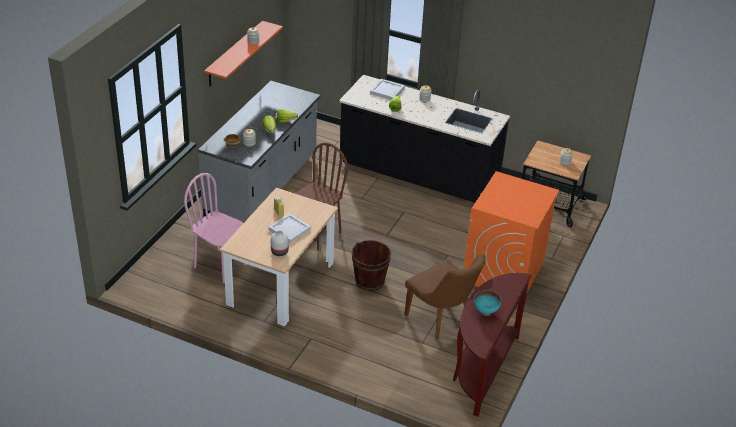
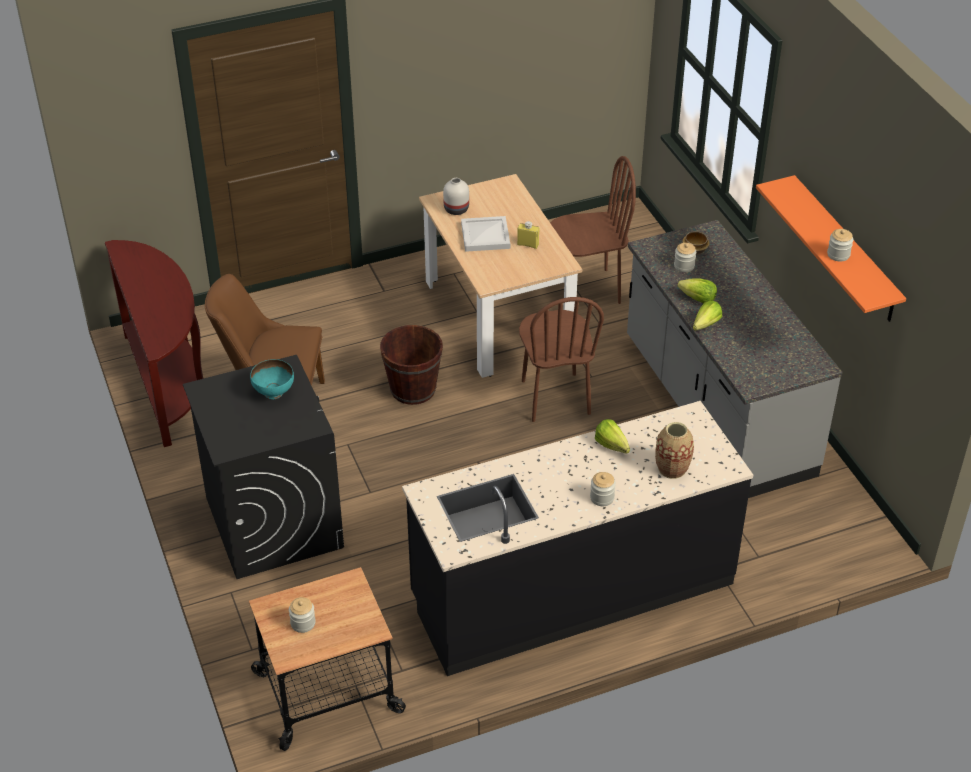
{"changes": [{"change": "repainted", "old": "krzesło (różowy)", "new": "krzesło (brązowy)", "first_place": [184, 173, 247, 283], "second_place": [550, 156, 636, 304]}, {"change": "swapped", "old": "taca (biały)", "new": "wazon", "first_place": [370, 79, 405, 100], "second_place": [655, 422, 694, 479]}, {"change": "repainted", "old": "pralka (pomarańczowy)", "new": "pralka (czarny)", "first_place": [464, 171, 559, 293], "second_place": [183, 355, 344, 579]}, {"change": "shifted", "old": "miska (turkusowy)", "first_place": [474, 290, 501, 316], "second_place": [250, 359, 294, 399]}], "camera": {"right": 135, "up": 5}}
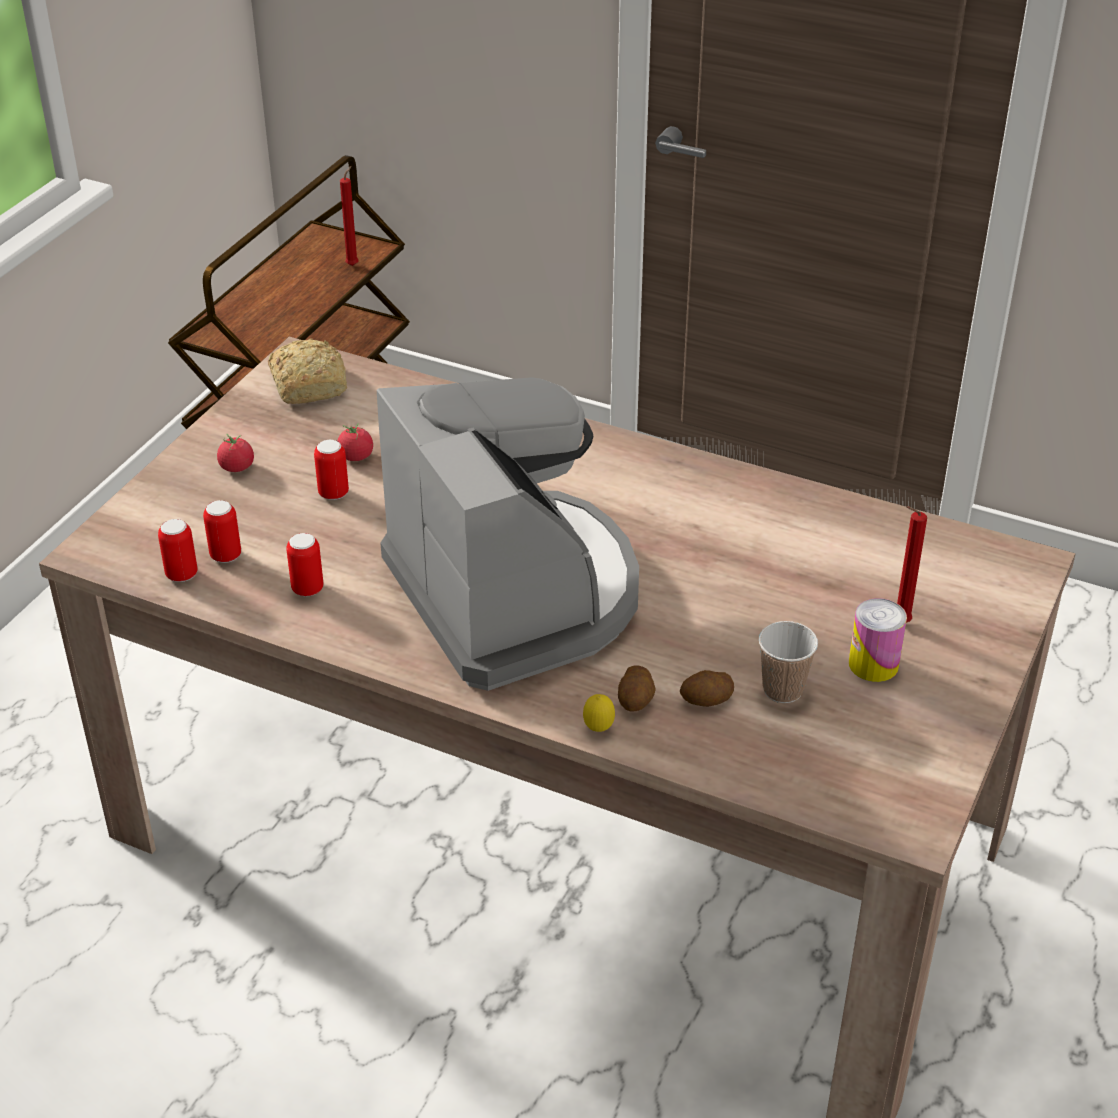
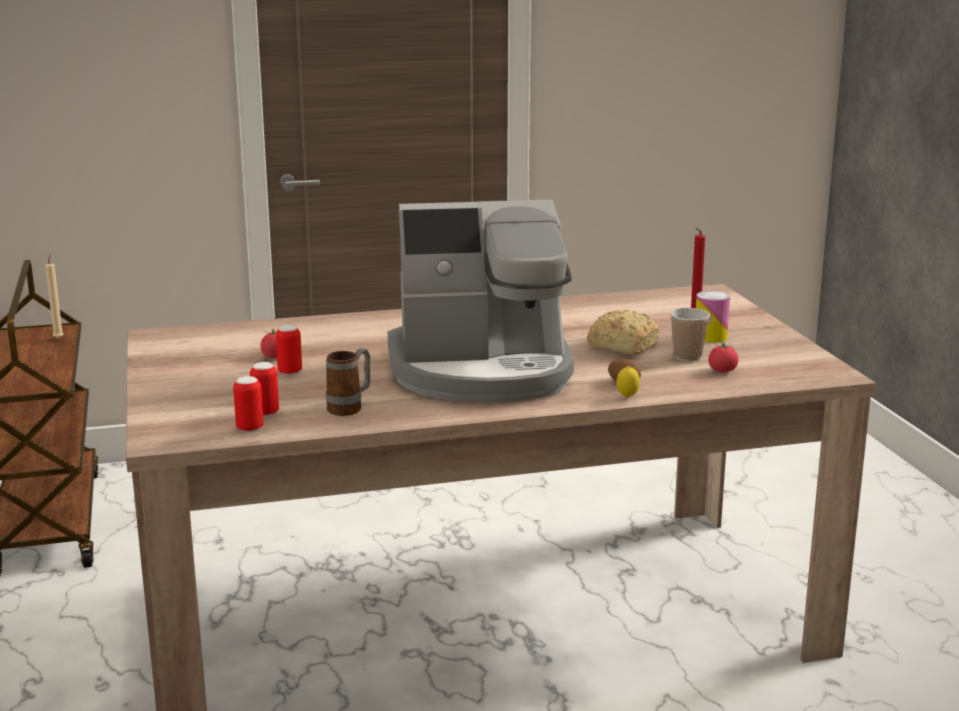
{"changes": [{"change": "shifted", "old": "pomidor", "first_place": [217, 433, 254, 472], "second_place": [708, 341, 738, 372]}, {"change": "shifted", "old": "chleb", "first_place": [268, 338, 347, 404], "second_place": [587, 310, 659, 355]}, {"change": "swapped", "old": "puszka", "new": "kubek", "first_place": [286, 533, 324, 596], "second_place": [326, 348, 370, 416]}, {"change": "repainted", "old": "świeca (czerwony)", "new": "świeca (beżowy)", "first_place": [340, 166, 358, 266], "second_place": [45, 254, 64, 339]}, {"change": "rotated", "old": "ekspres do kawy", "first_place": [377, 377, 639, 691], "second_place": [388, 200, 574, 402], "degrees": 150}, {"change": "gone", "old": "ziemniak", "first_place": [680, 670, 734, 707]}], "camera": {"right": -40, "up": -20}}
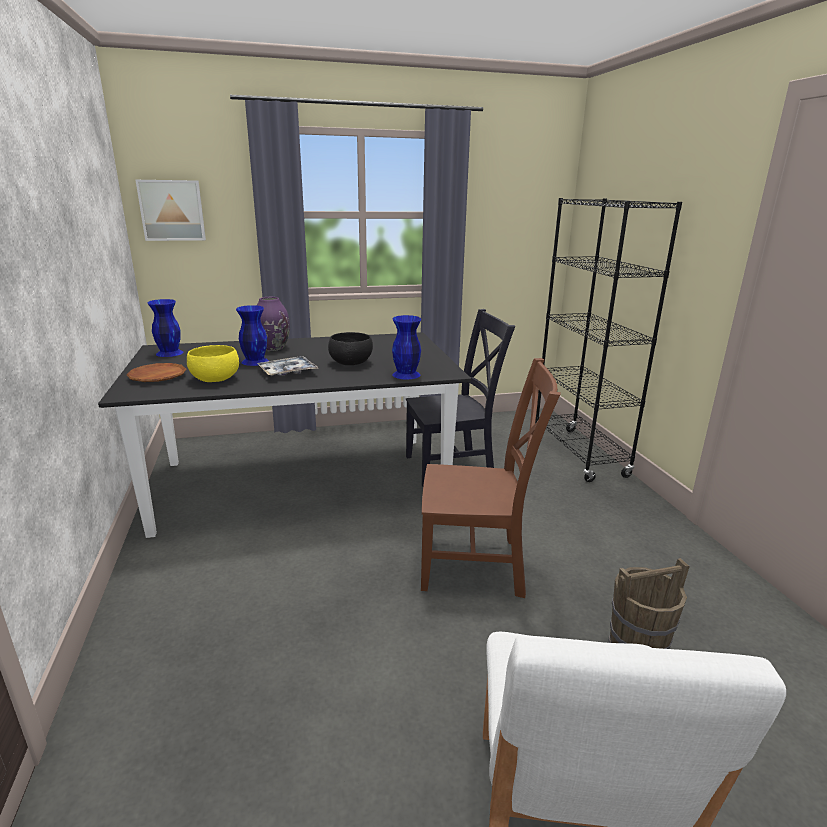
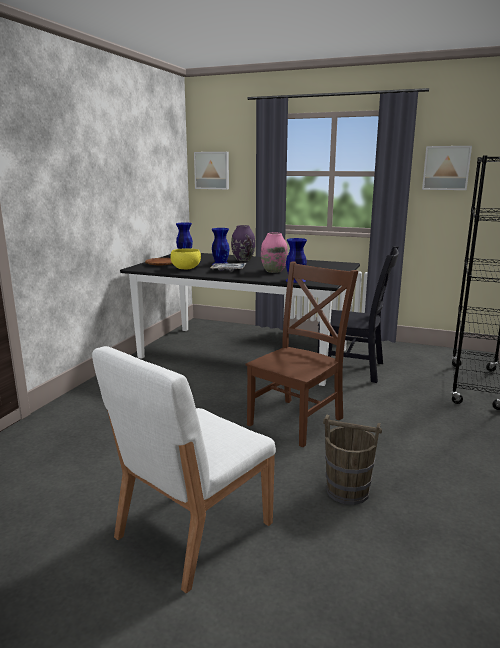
{"changes": [{"change": "swapped", "old": "miska (czarny)", "new": "wazon (różowy)", "first_place": [328, 332, 373, 365], "second_place": [261, 233, 288, 273]}, {"change": "rotated", "old": "krzesło (brązowy)", "first_place": [421, 358, 561, 598], "second_place": [246, 261, 358, 447], "degrees": -90}, {"change": "new", "new": "obraz", "second_place": [422, 146, 472, 190]}], "camera": {"right": 35, "up": -5}}
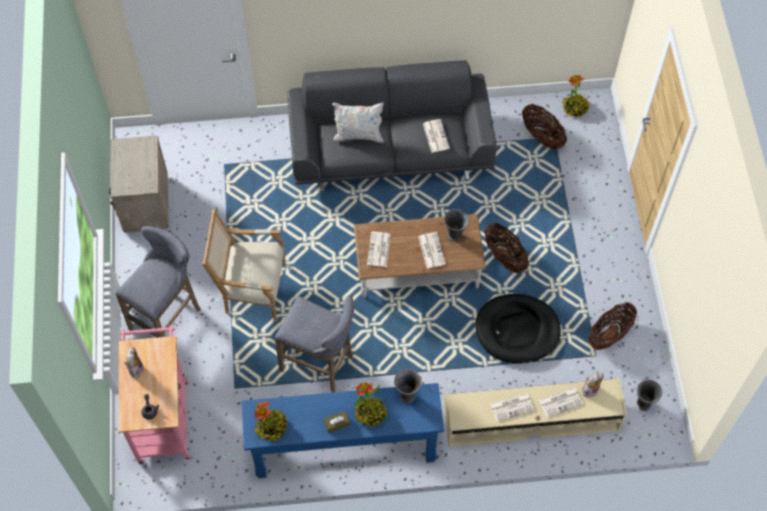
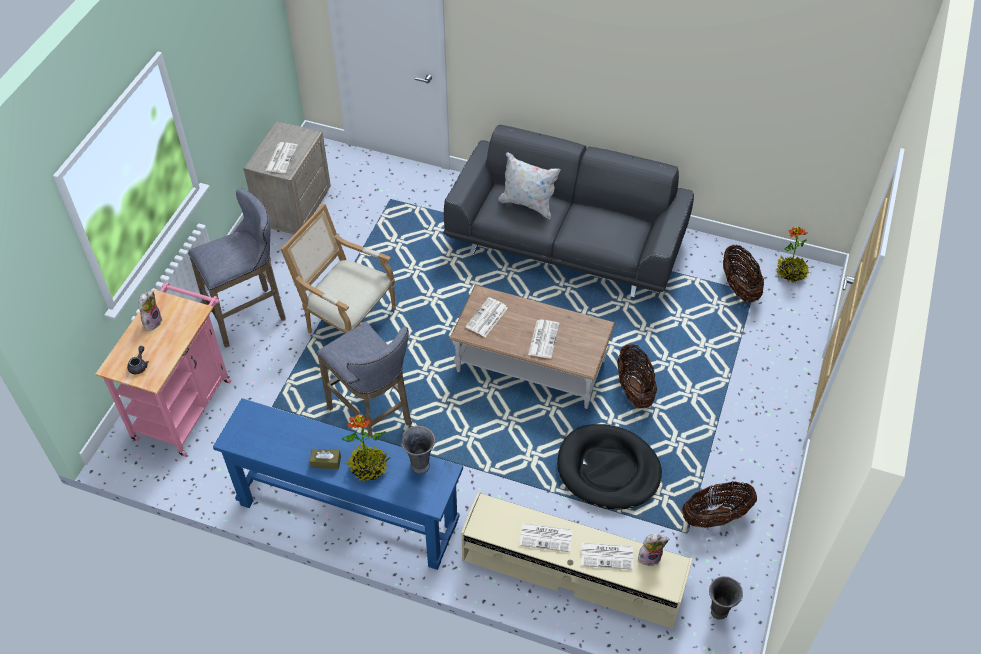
{"changes": [{"change": "gone", "old": "roślina doniczkowa", "first_place": [254, 401, 288, 442]}, {"change": "shifted", "old": "gazeta", "first_place": [423, 119, 450, 153], "second_place": [266, 142, 298, 173]}, {"change": "gone", "old": "wazon (szary)", "first_place": [444, 209, 469, 242]}], "camera": {"right": 25, "up": -10}}
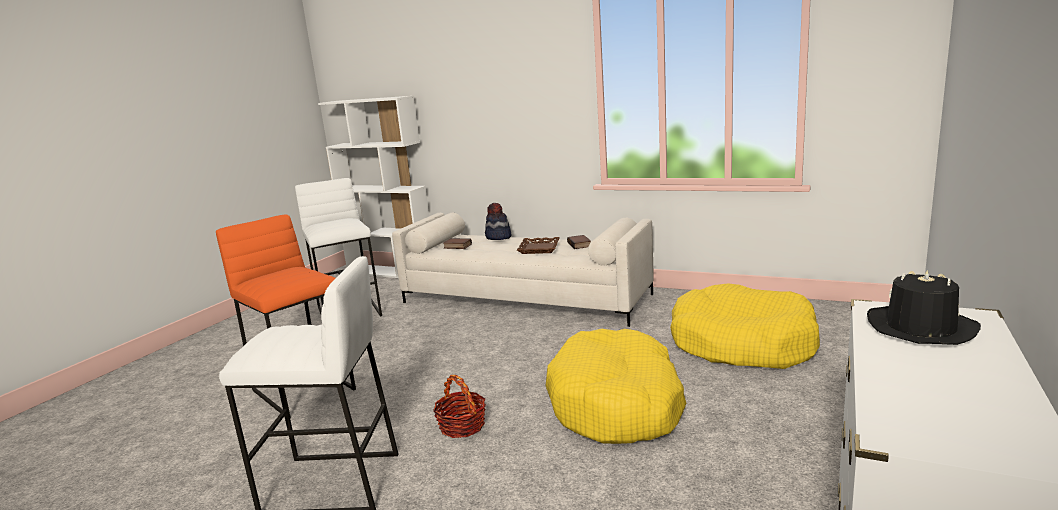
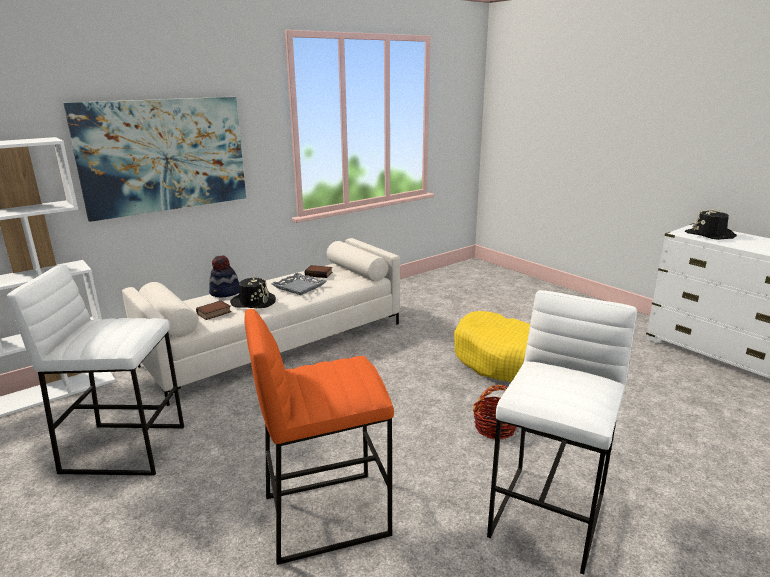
{"changes": [{"change": "repainted", "old": "taca (brązowy)", "new": "taca (szary)", "first_place": [517, 237, 560, 254], "second_place": [271, 273, 326, 295]}, {"change": "gone", "old": "legowisko (żółty)", "first_place": [670, 283, 820, 369]}, {"change": "new", "new": "obraz", "second_place": [63, 97, 246, 222]}, {"change": "new", "new": "kapelusz (czarny)", "second_place": [230, 276, 276, 308]}], "camera": {"right": -65, "up": 5}}
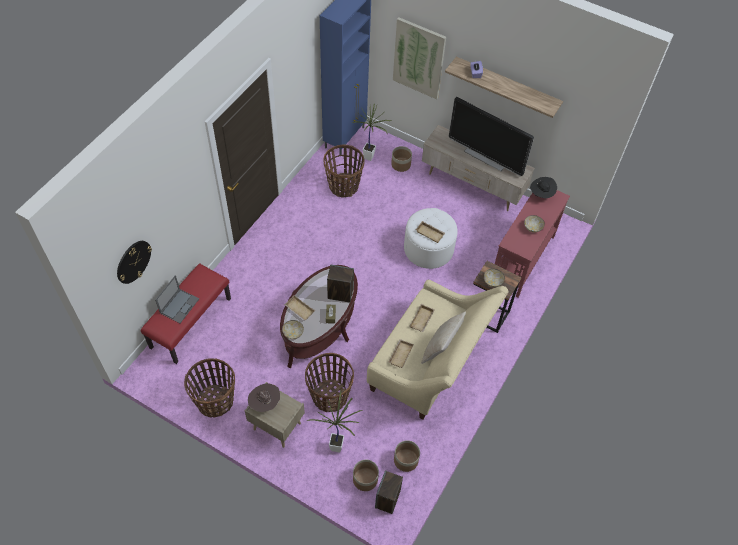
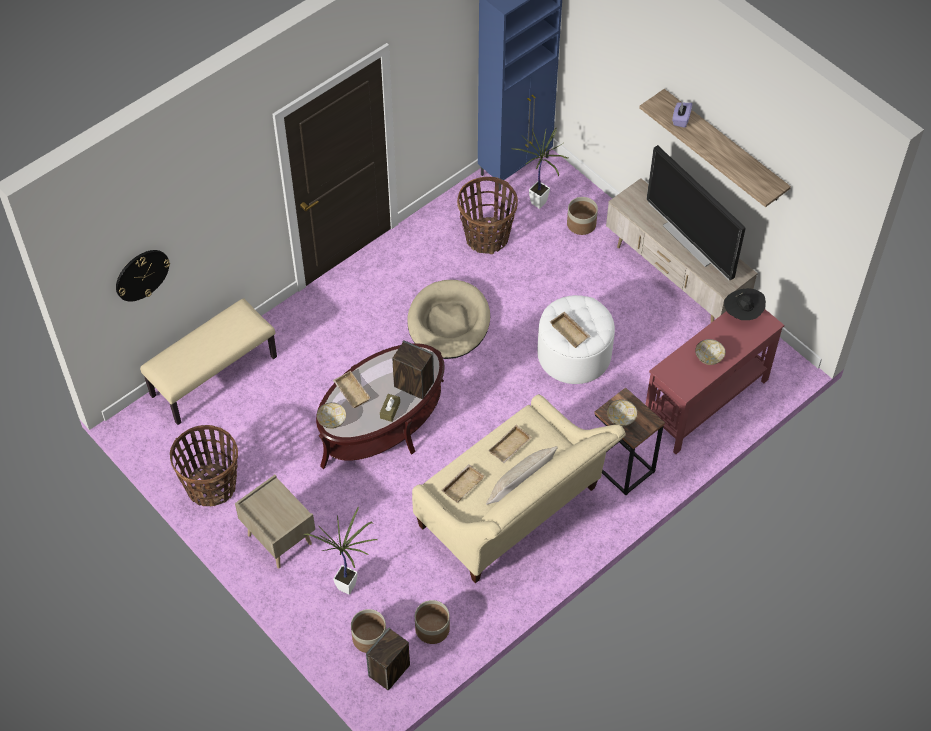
{"changes": [{"change": "repainted", "old": "ławka (czerwony)", "new": "ławka (beżowy)", "first_place": [141, 263, 231, 364], "second_place": [140, 298, 277, 425]}, {"change": "gone", "old": "laptop", "first_place": [155, 275, 199, 323]}, {"change": "gone", "old": "kapelusz (brązowy)", "first_place": [248, 383, 280, 412]}, {"change": "gone", "old": "koszyk", "first_place": [305, 353, 354, 412]}, {"change": "gone", "old": "obraz", "first_place": [393, 17, 446, 99]}, {"change": "new", "new": "legowisko (beżowy)", "second_place": [407, 280, 490, 359]}], "camera": {"right": 20, "up": 0}}
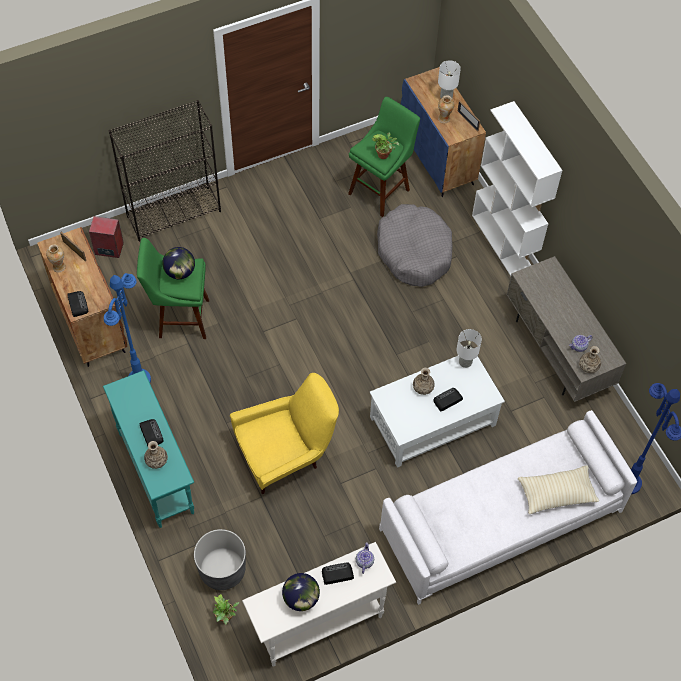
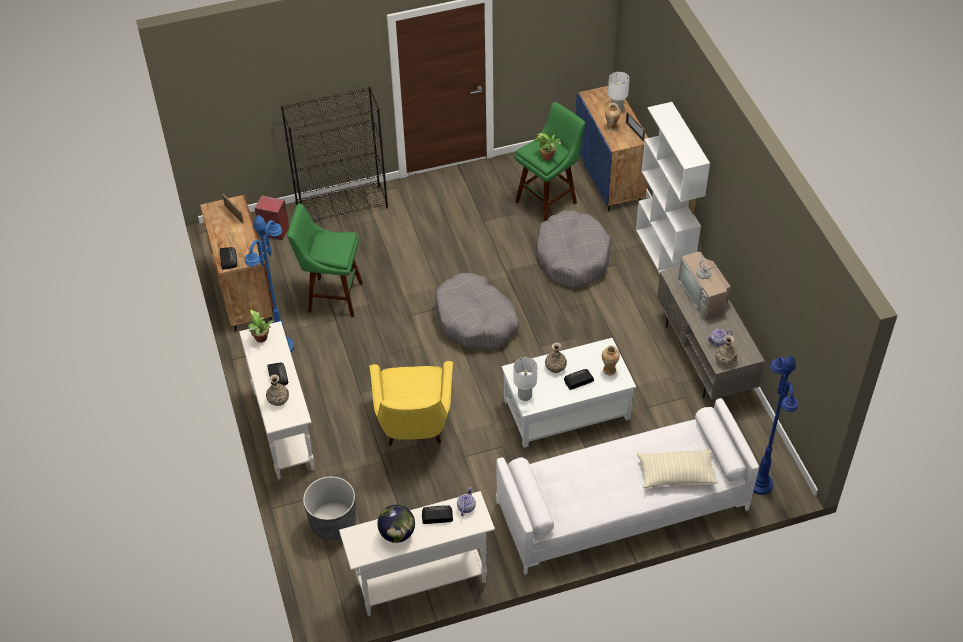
{"changes": [{"change": "shifted", "old": "wazon", "first_place": [46, 245, 66, 272], "second_place": [602, 345, 620, 375]}, {"change": "repainted", "old": "stolik konsolowy (turkusowy)", "new": "stolik konsolowy (biały)", "first_place": [103, 370, 194, 528], "second_place": [239, 321, 315, 479]}, {"change": "gone", "old": "globus", "first_place": [162, 247, 195, 279]}, {"change": "shifted", "old": "roślina doniczkowa", "first_place": [213, 594, 239, 625], "second_place": [248, 309, 274, 343]}, {"change": "rotated", "old": "fotel (żółty)", "first_place": [230, 373, 339, 494], "second_place": [369, 361, 453, 446], "degrees": 105}, {"change": "shifted", "old": "lampa stołowa (biały)", "first_place": [456, 329, 482, 368], "second_place": [514, 357, 537, 401]}, {"change": "new", "new": "legowisko (szary)", "second_place": [435, 273, 519, 350]}, {"change": "new", "new": "telewizor", "second_place": [678, 242, 731, 320]}], "camera": {"right": 10, "up": -10}}
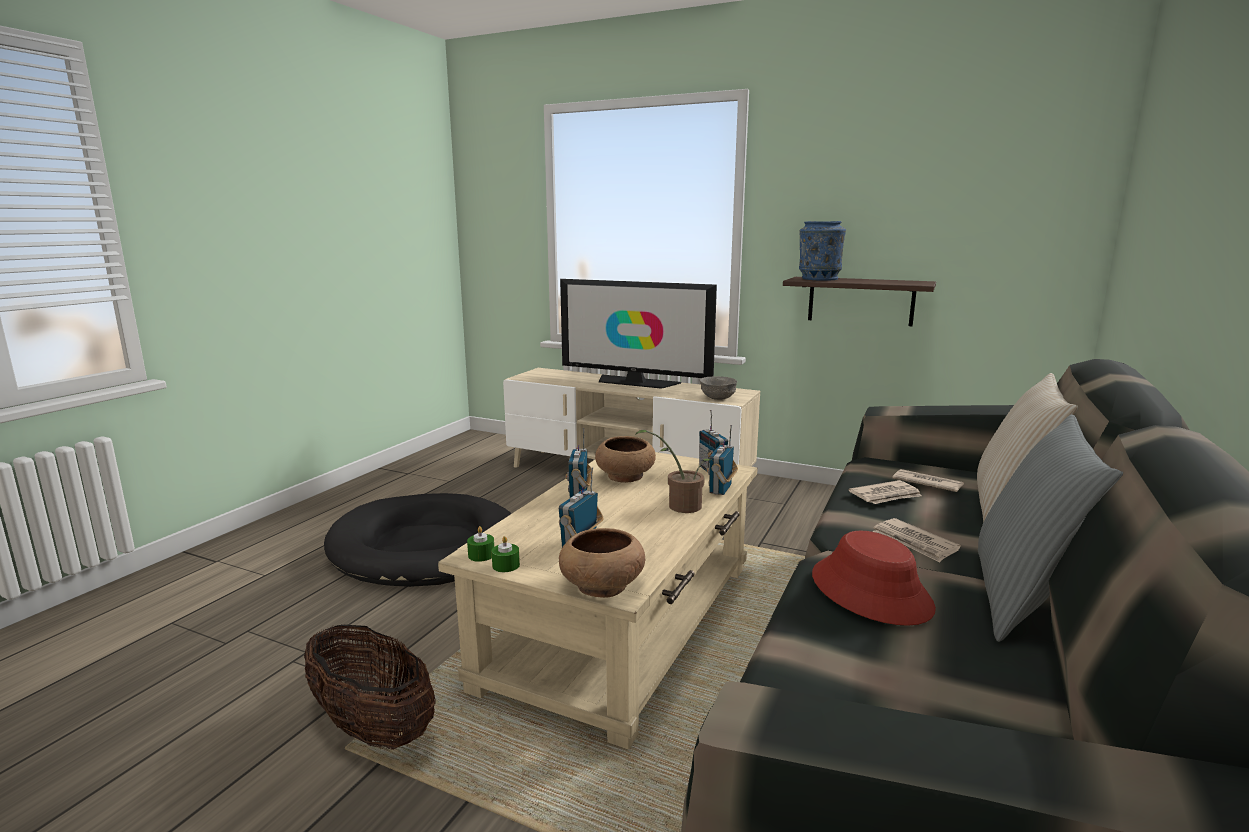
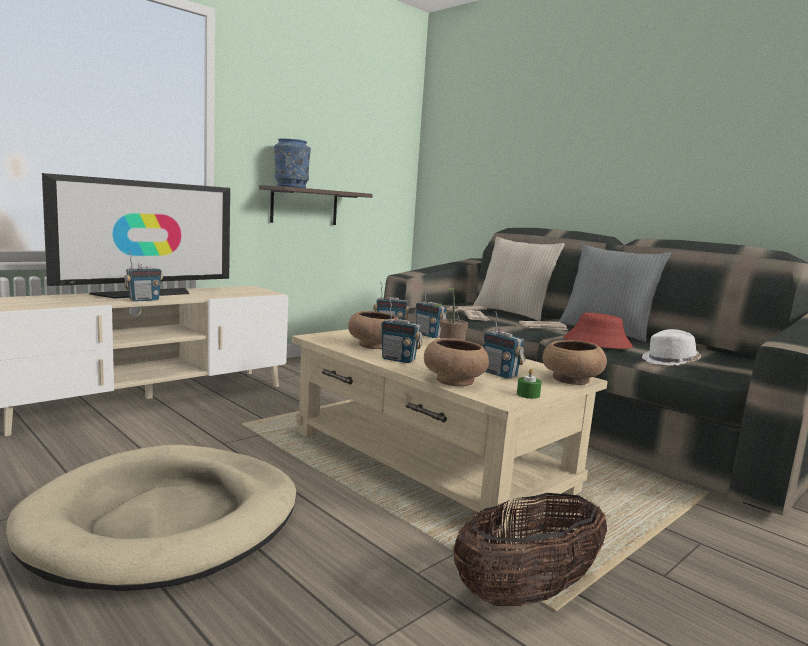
{"changes": [{"change": "repainted", "old": "legowisko (czarny)", "new": "legowisko (beżowy)", "first_place": [324, 493, 512, 587], "second_place": [6, 445, 297, 591]}, {"change": "gone", "old": "świeca (zielony)", "first_place": [467, 526, 494, 562]}, {"change": "gone", "old": "miska (szary)", "first_place": [700, 376, 737, 400]}, {"change": "new", "new": "radio", "second_place": [124, 251, 163, 302]}, {"change": "new", "new": "miska (brązowy)", "second_place": [424, 338, 489, 386]}, {"change": "new", "new": "kapelusz (biały)", "second_place": [642, 329, 701, 365]}], "camera": {"right": -70, "up": -5}}
